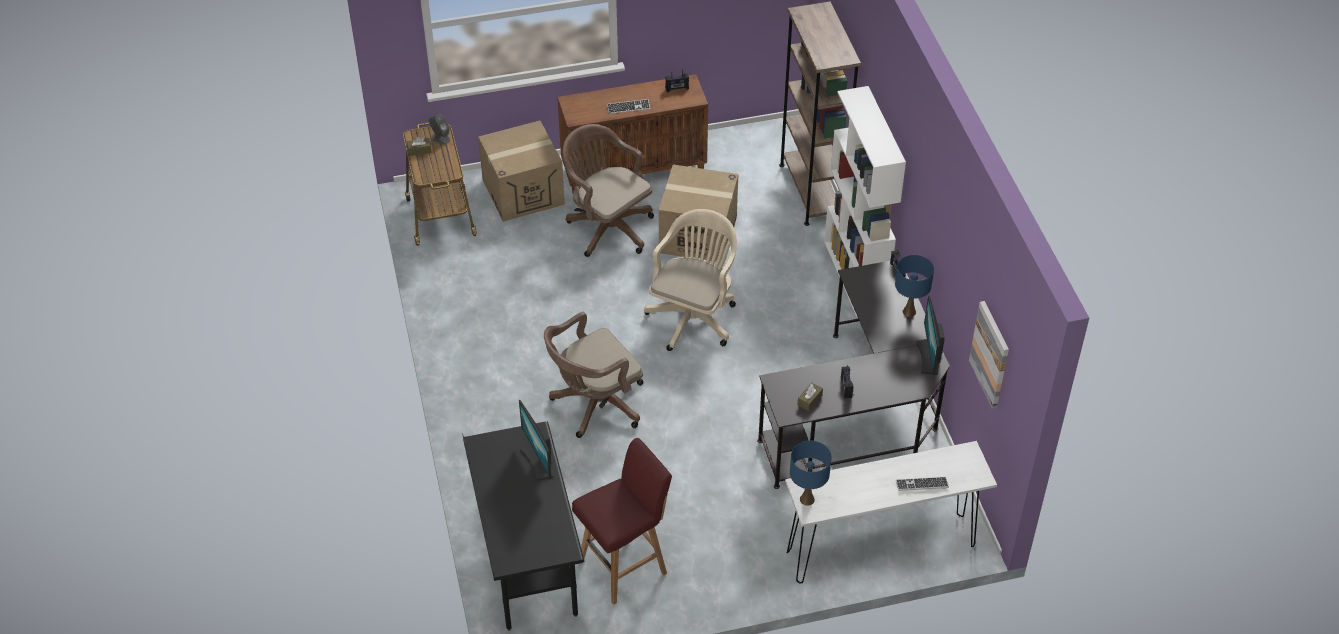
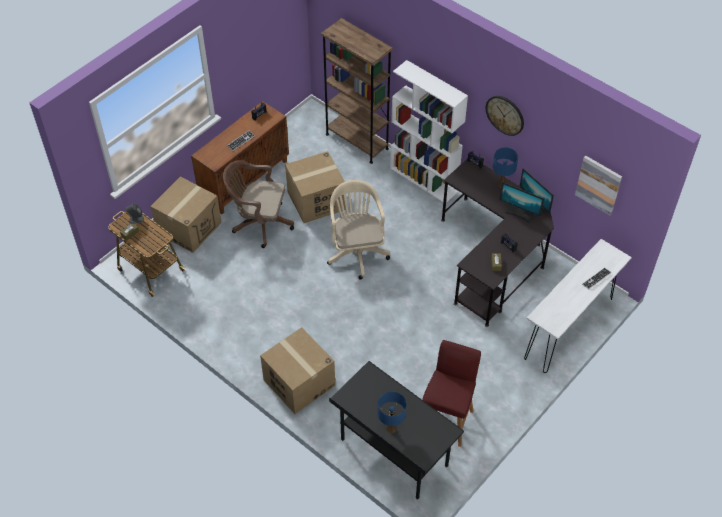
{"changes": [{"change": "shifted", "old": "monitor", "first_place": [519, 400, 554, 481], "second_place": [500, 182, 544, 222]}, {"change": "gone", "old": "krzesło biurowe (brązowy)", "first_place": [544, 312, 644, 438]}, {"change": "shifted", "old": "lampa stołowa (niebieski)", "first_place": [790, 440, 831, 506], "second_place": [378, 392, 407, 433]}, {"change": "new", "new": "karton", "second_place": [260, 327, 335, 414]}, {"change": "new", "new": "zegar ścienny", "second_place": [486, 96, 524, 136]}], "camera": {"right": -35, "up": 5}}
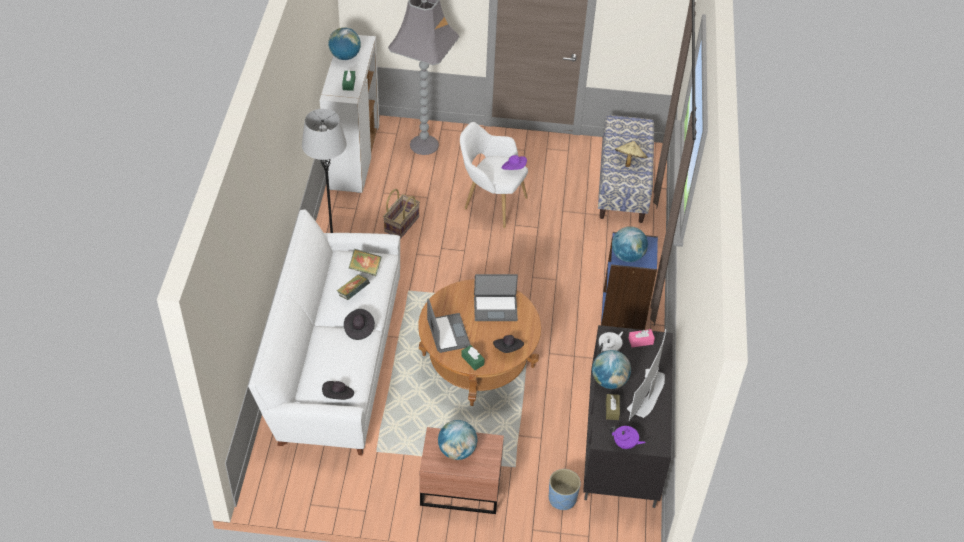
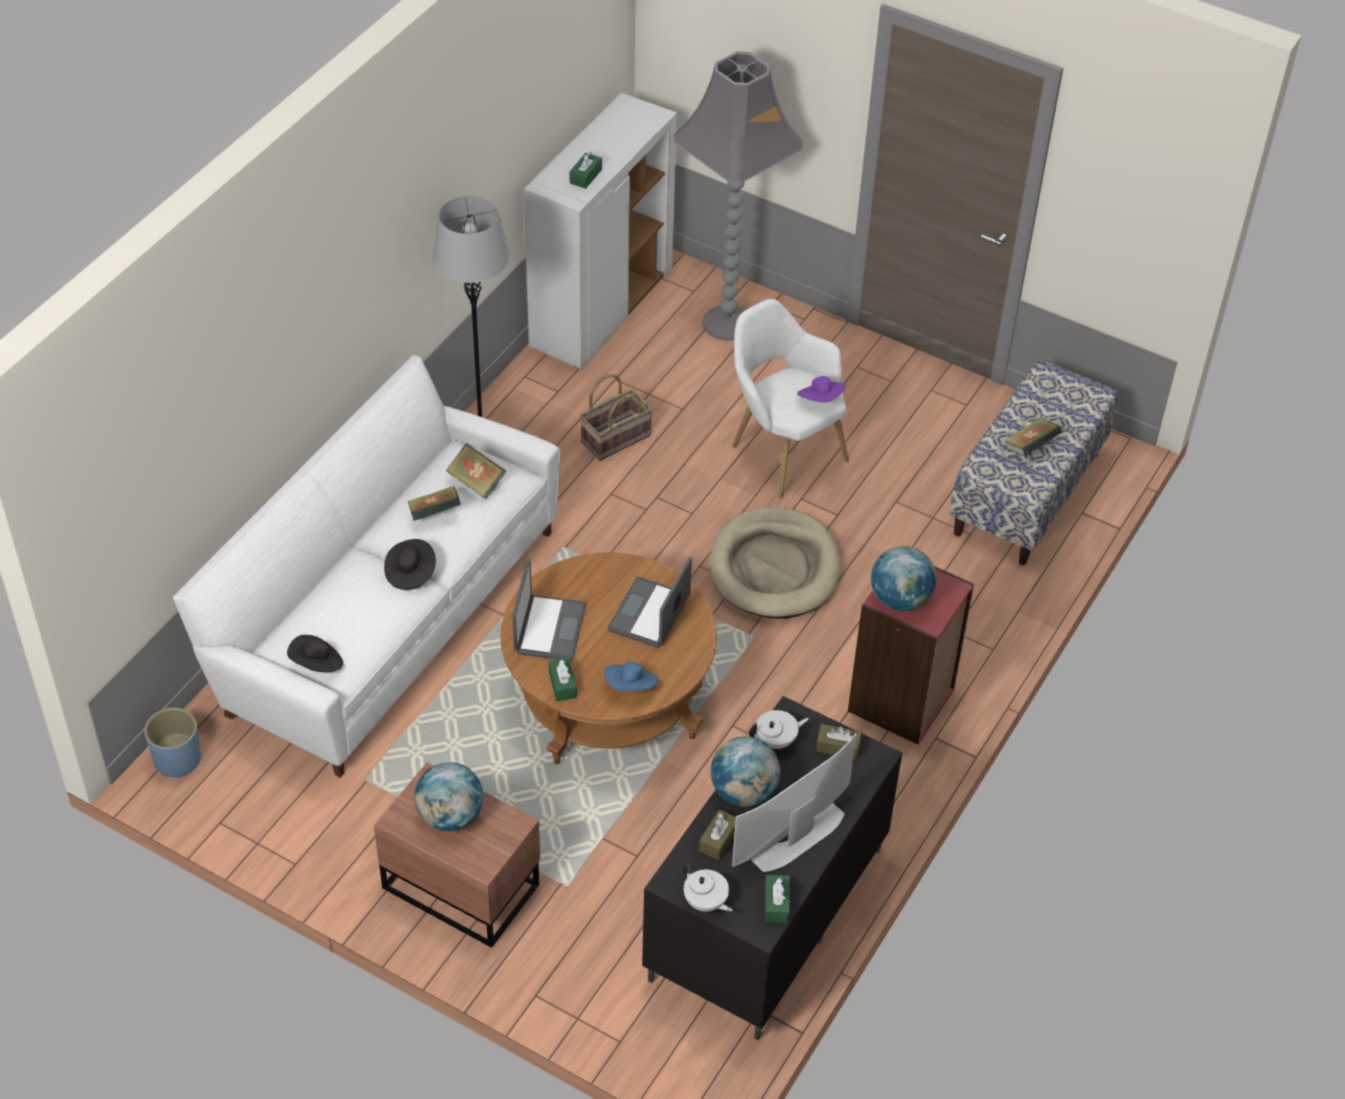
{"changes": [{"change": "gone", "old": "globus", "first_place": [328, 27, 361, 60]}, {"change": "rotated", "old": "laptop", "first_place": [474, 274, 518, 321], "second_place": [608, 557, 692, 648], "degrees": 90}, {"change": "repainted", "old": "kapelusz (czarny)", "new": "kapelusz (niebieski)", "first_place": [493, 335, 524, 353], "second_place": [604, 662, 658, 691]}, {"change": "shifted", "old": "donica (niebieski)", "first_place": [549, 469, 581, 510], "second_place": [144, 708, 201, 778]}, {"change": "repainted", "old": "regał (niebieski)", "new": "regał (czerwony)", "first_place": [601, 232, 658, 330], "second_place": [848, 566, 974, 745]}, {"change": "repainted", "old": "imbryk (fioletowy)", "new": "imbryk (biały)", "first_place": [610, 426, 646, 449], "second_place": [683, 864, 732, 912]}, {"change": "swapped", "old": "kapelusz (beżowy)", "new": "książka", "first_place": [615, 141, 648, 167], "second_place": [1004, 418, 1062, 456]}, {"change": "repainted", "old": "pudełko chusteczek (różowy)", "new": "pudełko chusteczek (brązowy)", "first_place": [628, 329, 655, 348], "second_place": [816, 724, 862, 759]}, {"change": "new", "new": "legowisko (beżowy)", "second_place": [709, 508, 841, 619]}, {"change": "new", "new": "pudełko chusteczek (zielony)", "second_place": [765, 875, 790, 923]}], "camera": {"right": 25, "up": 0}}
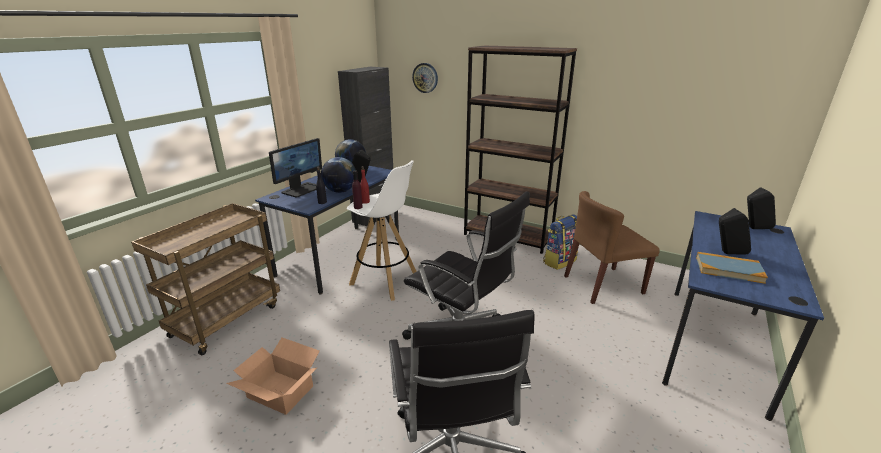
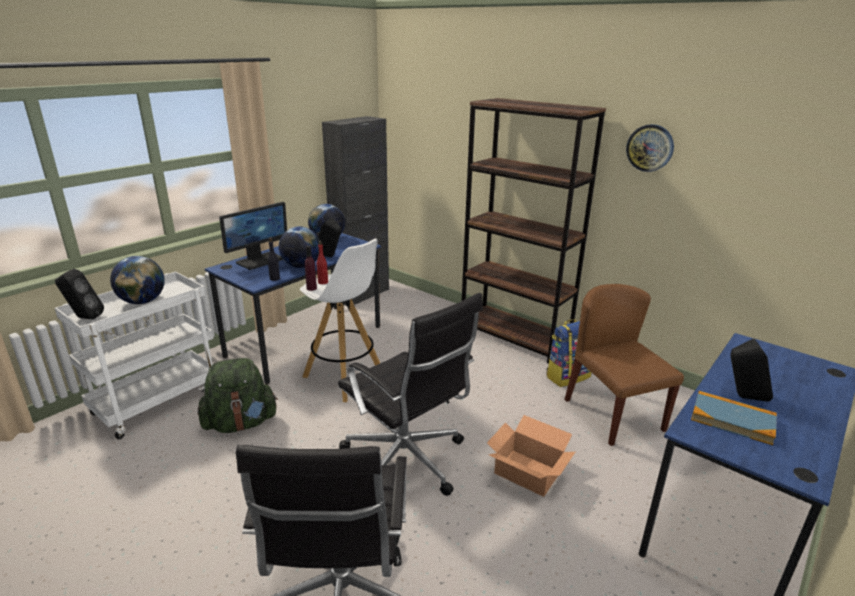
{"changes": [{"change": "repainted", "old": "wózek (brązowy)", "new": "wózek (biały)", "first_place": [131, 203, 280, 355], "second_place": [55, 272, 214, 439]}, {"change": "shifted", "old": "karton", "first_place": [226, 337, 320, 415], "second_place": [487, 415, 575, 497]}, {"change": "shifted", "old": "zegar ścienny", "first_place": [412, 63, 438, 93], "second_place": [626, 124, 674, 172]}, {"change": "rotated", "old": "krzesło (brązowy)", "first_place": [564, 191, 660, 304], "second_place": [564, 284, 684, 446], "degrees": 75}, {"change": "shifted", "old": "głośnik (czarny)", "first_place": [747, 187, 776, 229], "second_place": [55, 269, 104, 320]}, {"change": "new", "new": "globus", "second_place": [110, 256, 165, 304]}, {"change": "new", "new": "plecak (zielony)", "second_place": [197, 358, 278, 433]}], "camera": {"right": 10, "up": 0}}
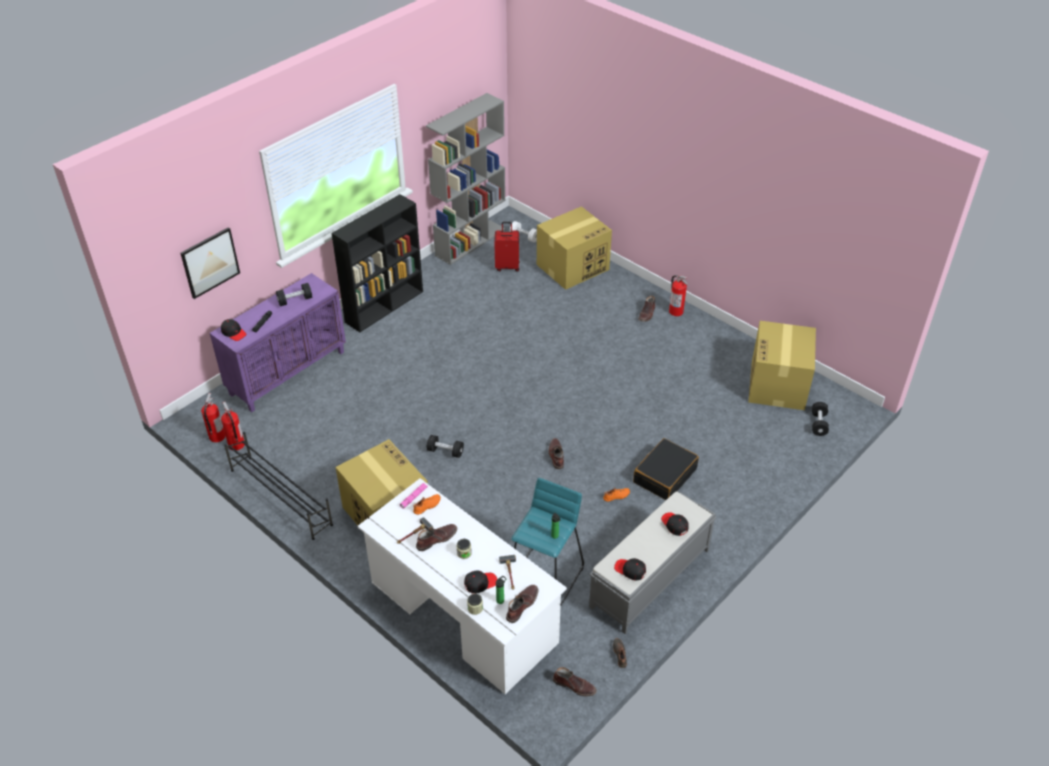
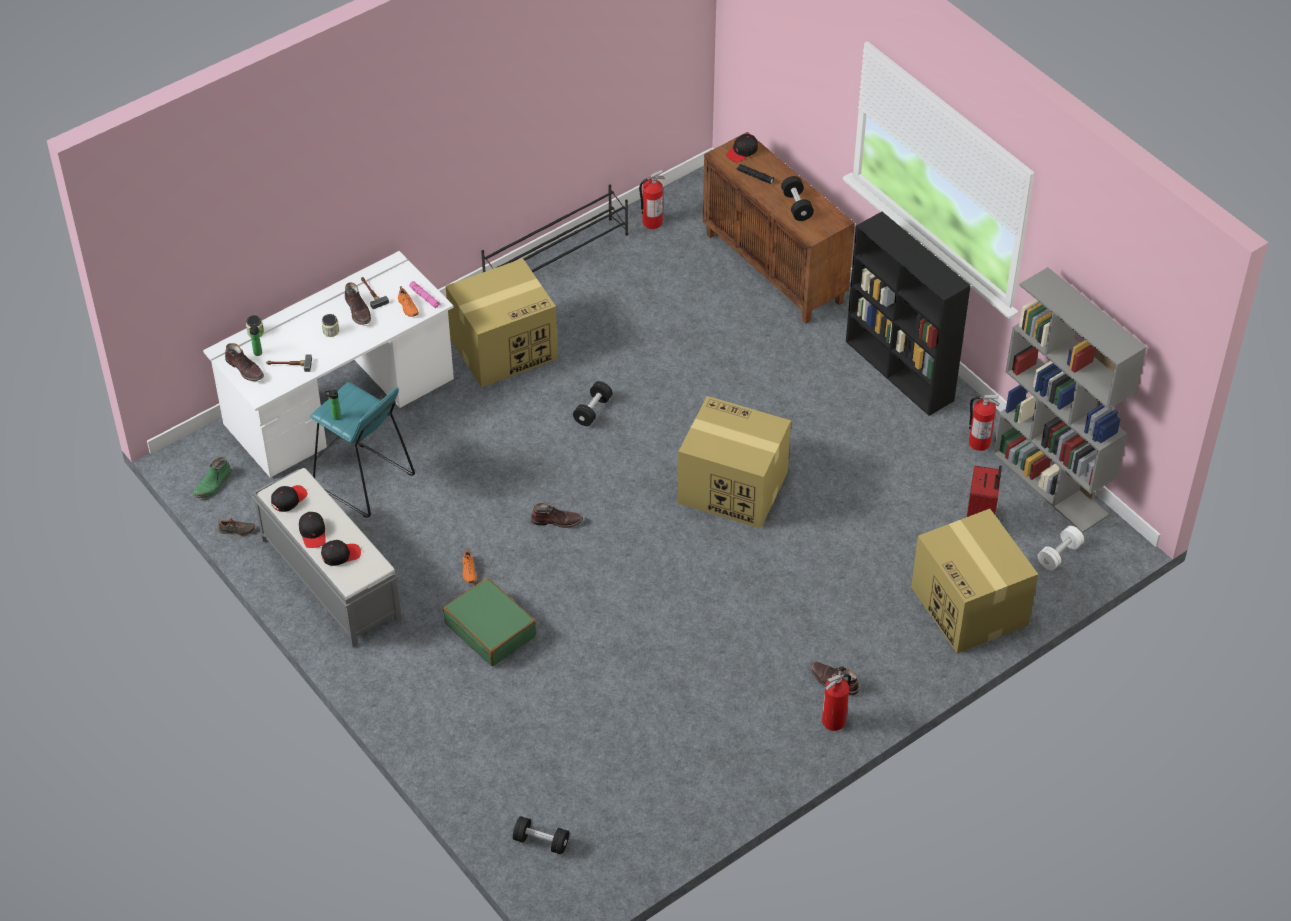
{"changes": [{"change": "gone", "old": "obraz", "first_place": [180, 227, 240, 299]}, {"change": "shifted", "old": "gaśnica", "first_place": [201, 393, 225, 443], "second_place": [969, 395, 999, 451]}, {"change": "repainted", "old": "szafka (fioletowy)", "new": "szafka (brązowy)", "first_place": [210, 273, 346, 412], "second_place": [703, 132, 855, 324]}, {"change": "shifted", "old": "czapka z daszkiem (czarny)", "first_place": [464, 570, 497, 594], "second_place": [299, 512, 326, 548]}, {"change": "repainted", "old": "but z cholewką (brązowy)", "new": "but z cholewką (zielony)", "first_place": [553, 667, 597, 696], "second_place": [192, 457, 232, 498]}, {"change": "repainted", "old": "walizka (czarny)", "new": "walizka (zielony)", "first_place": [633, 438, 699, 500], "second_place": [443, 578, 536, 666]}, {"change": "shifted", "old": "karton", "first_place": [748, 321, 816, 410], "second_place": [678, 396, 791, 529]}], "camera": {"right": 100, "up": 5}}
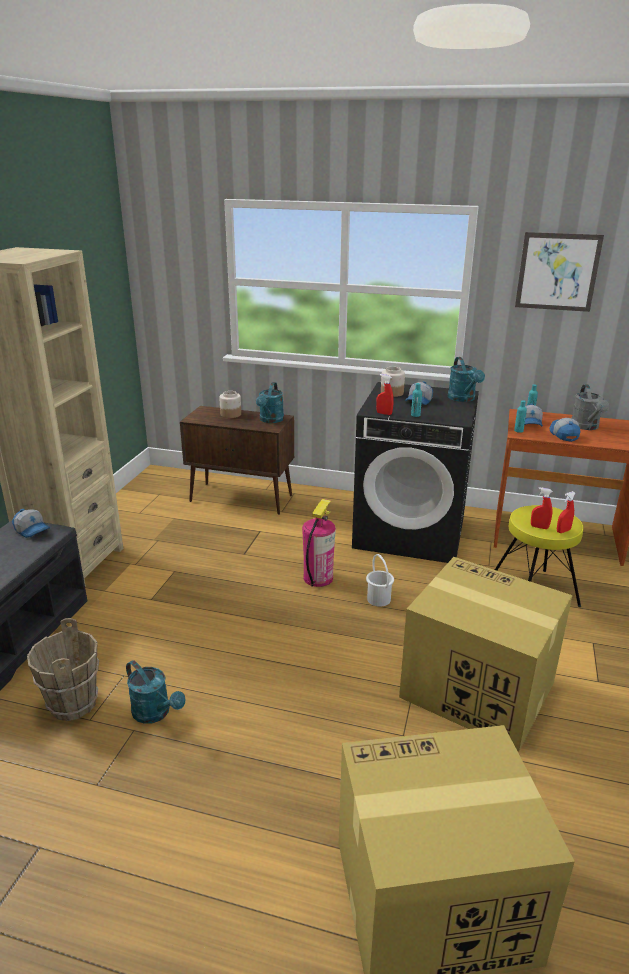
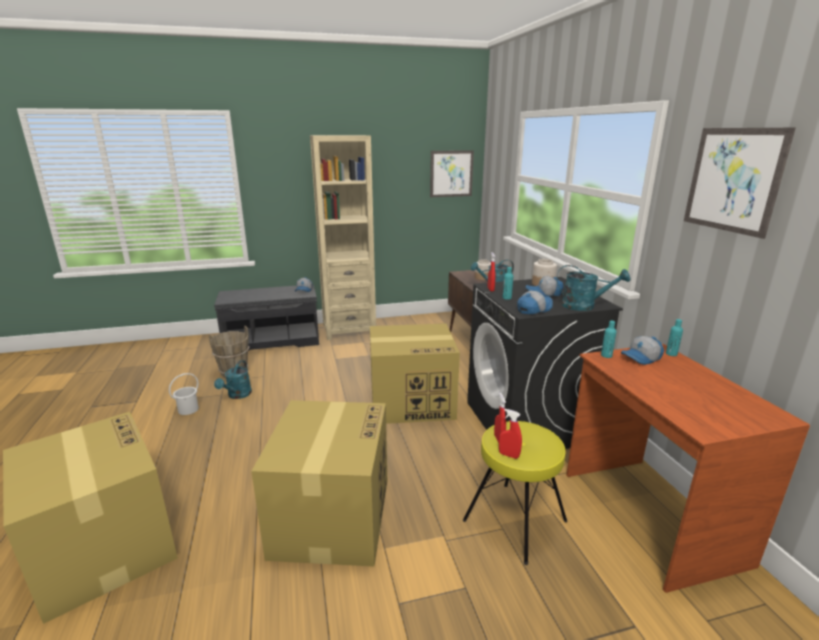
{"changes": [{"change": "swapped", "old": "gaśnica", "new": "karton", "first_place": [302, 499, 336, 587], "second_place": [370, 323, 460, 424]}, {"change": "shifted", "old": "wiadro (biały)", "first_place": [366, 554, 394, 607], "second_place": [169, 373, 199, 415]}, {"change": "rotated", "old": "konewka (turkusowy)", "first_place": [448, 357, 485, 402], "second_place": [557, 265, 631, 311], "degrees": -120}, {"change": "shifted", "old": "czapka z daszkiem", "first_place": [549, 418, 580, 442], "second_place": [517, 291, 553, 314]}, {"change": "gone", "old": "konewka (szary)", "first_place": [572, 384, 609, 430]}, {"change": "new", "new": "obraz", "second_place": [430, 150, 474, 197]}], "camera": {"right": 60, "up": -5}}
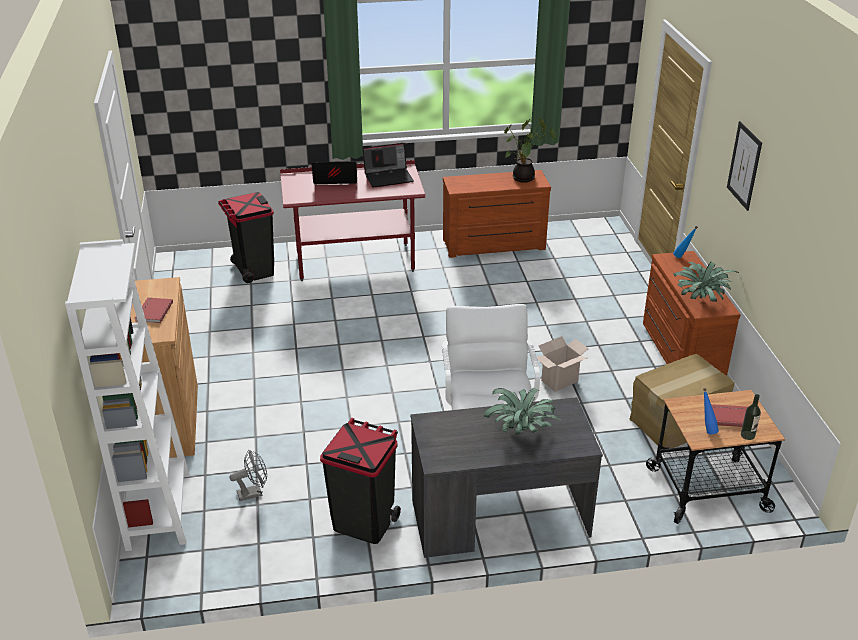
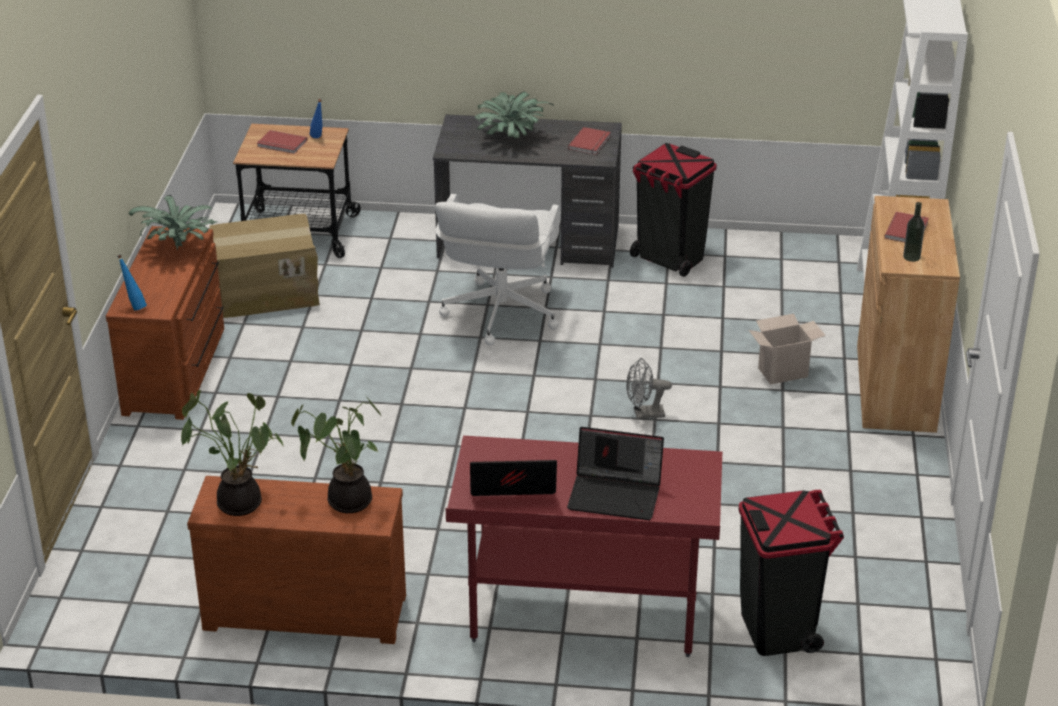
{"changes": [{"change": "shifted", "old": "wentylator (szary)", "first_place": [230, 450, 267, 501], "second_place": [626, 358, 672, 419]}, {"change": "shifted", "old": "karton", "first_place": [537, 336, 589, 392], "second_place": [749, 314, 826, 385]}, {"change": "gone", "old": "obraz", "first_place": [727, 121, 762, 211]}, {"change": "shifted", "old": "butelka", "first_place": [741, 394, 761, 440], "second_place": [903, 202, 925, 262]}, {"change": "new", "new": "roślina doniczkowa", "second_place": [291, 395, 383, 513]}, {"change": "new", "new": "książka (czerwony)", "second_place": [568, 127, 611, 155]}], "camera": {"right": -165, "up": 0}}
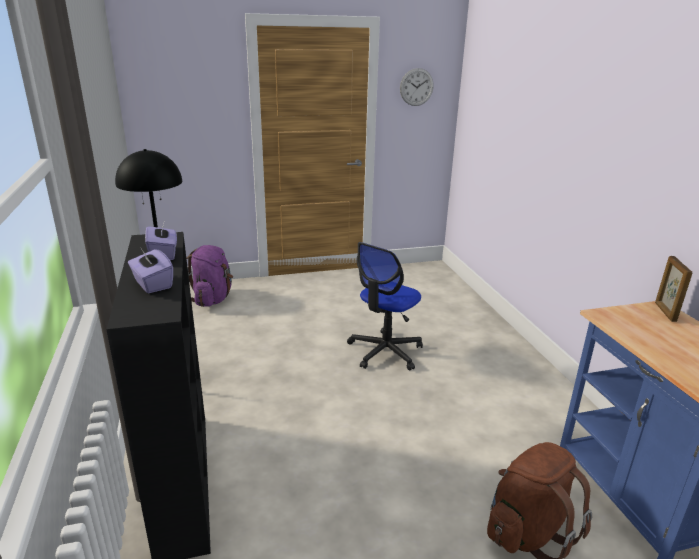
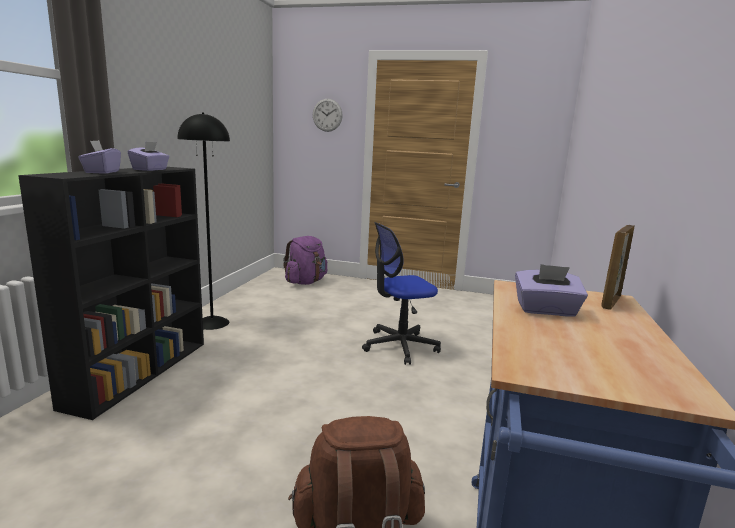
{"changes": [{"change": "shifted", "old": "zegar ścienny", "first_place": [400, 68, 434, 106], "second_place": [313, 99, 343, 132]}, {"change": "new", "new": "pudełko chusteczek (fioletowy)", "second_place": [515, 264, 588, 317]}], "camera": {"right": 30, "up": -10}}
